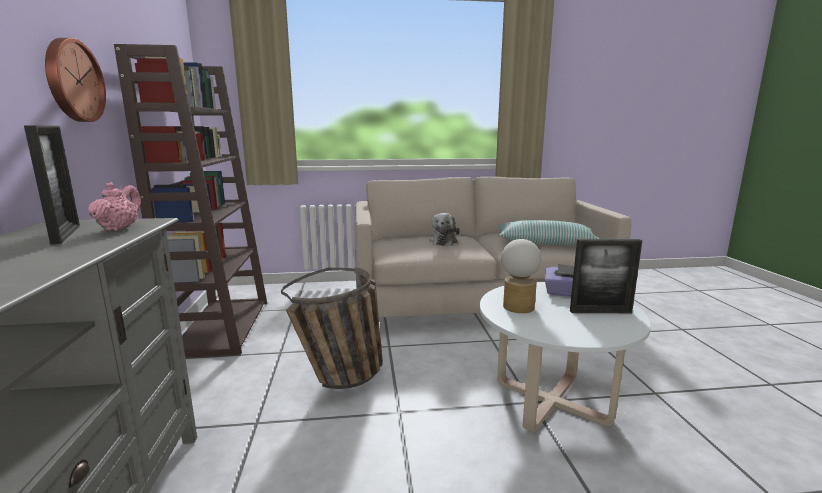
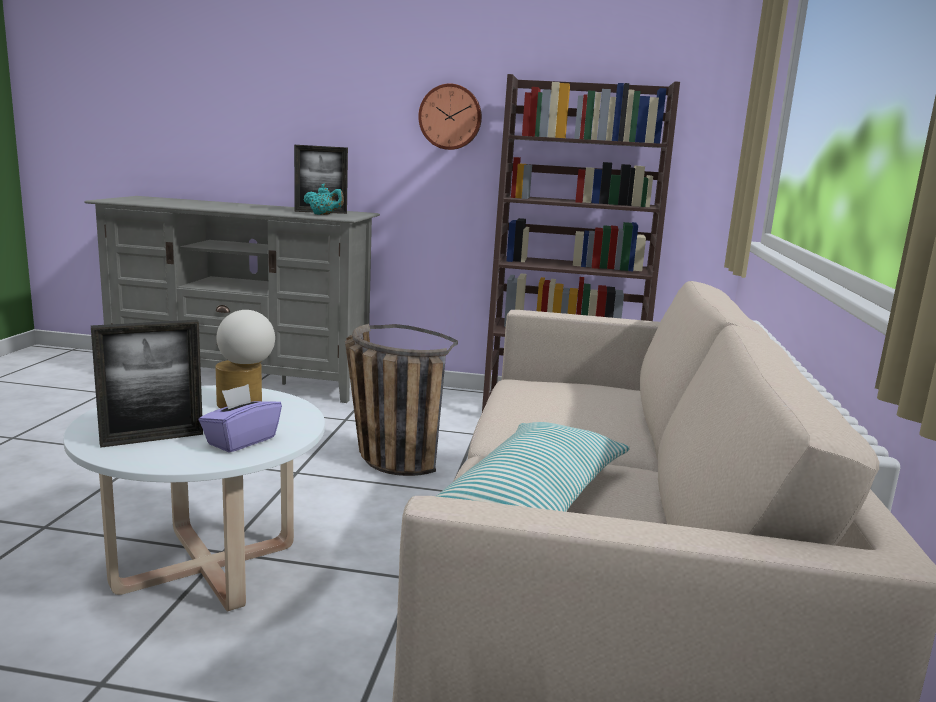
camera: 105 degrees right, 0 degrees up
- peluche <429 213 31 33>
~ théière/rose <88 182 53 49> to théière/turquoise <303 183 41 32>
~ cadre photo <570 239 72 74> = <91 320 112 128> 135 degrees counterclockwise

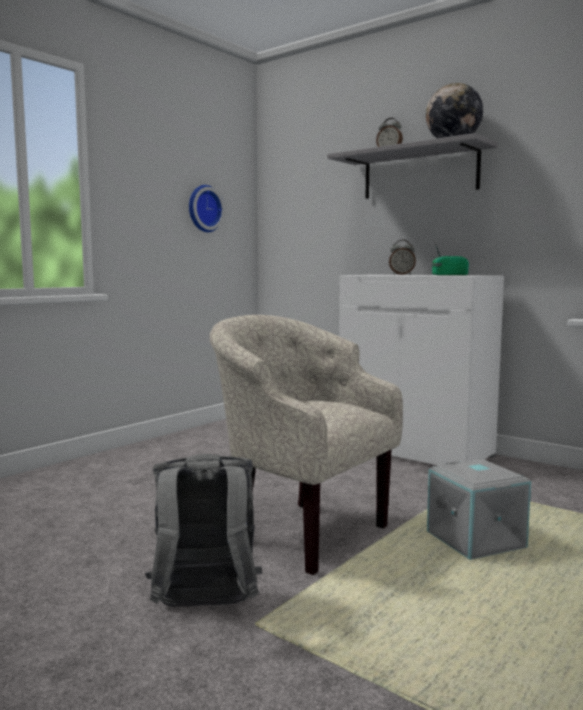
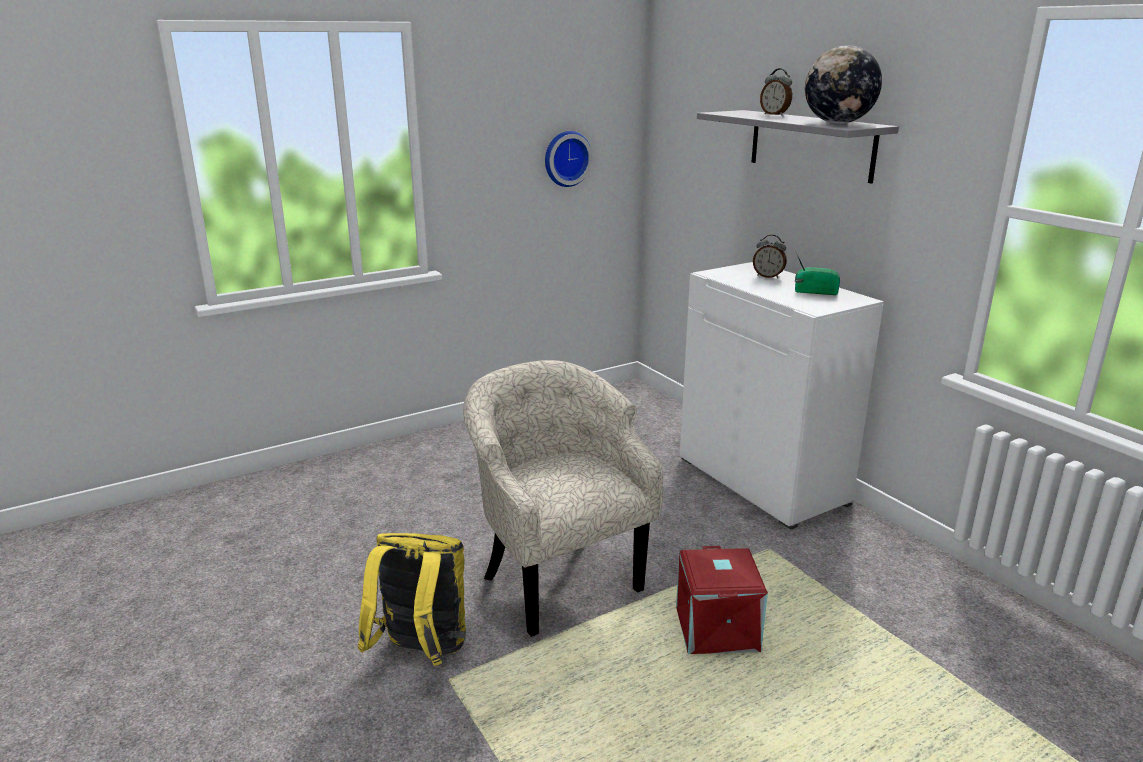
camera: 20 degrees right, 15 degrees up
~ sac à dos/gris <145 454 117 153> to sac à dos/jaune <358 533 108 133>
~ boîte de rangement/gris <427 459 104 101> to boîte de rangement/rouge <676 546 92 108>

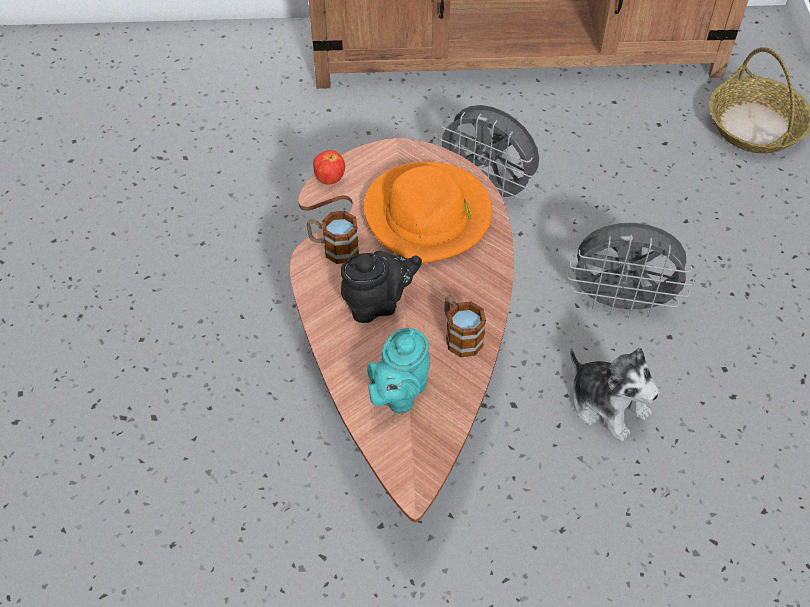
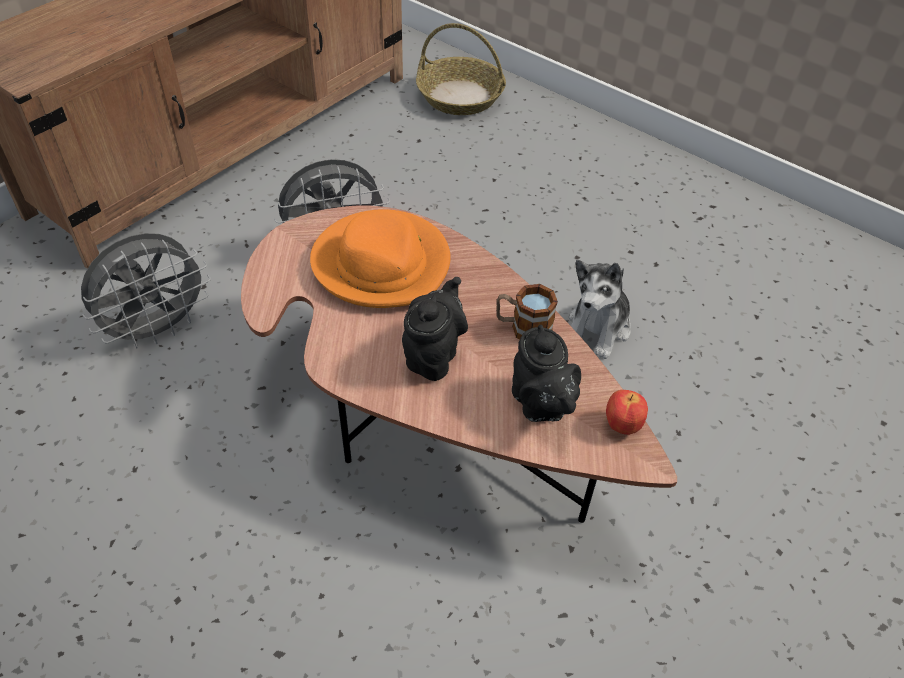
camera: 50 degrees left, 5 degrees down
- mug <307 211 52 53>
~ pomme <313 150 32 34> to <606 390 42 45>
~ ventilateur/gris <567 223 127 95> to <81 233 130 116>
~ théière/turquoise <367 328 63 86> to théière/noir <512 325 69 97>
~ peluche <570 348 90 94> = <569 260 62 99> 120 degrees clockwise

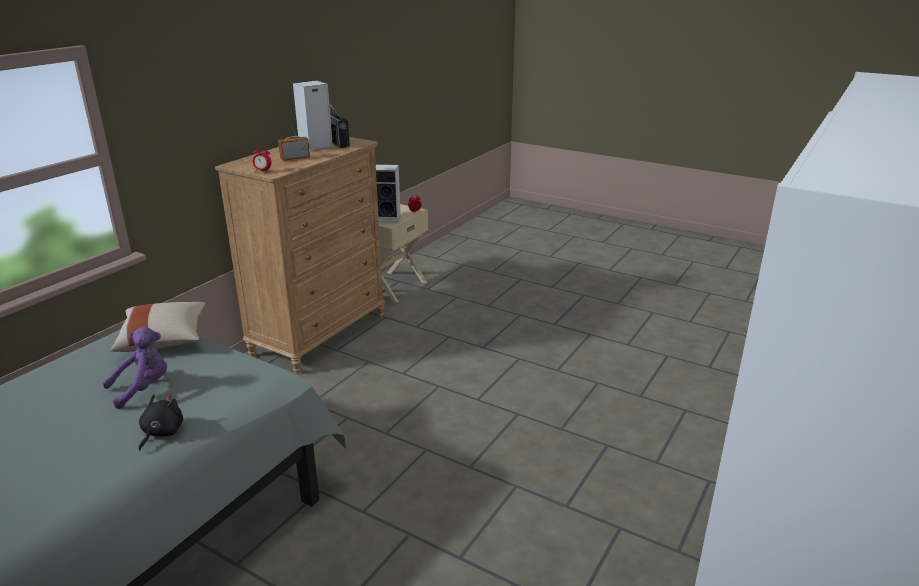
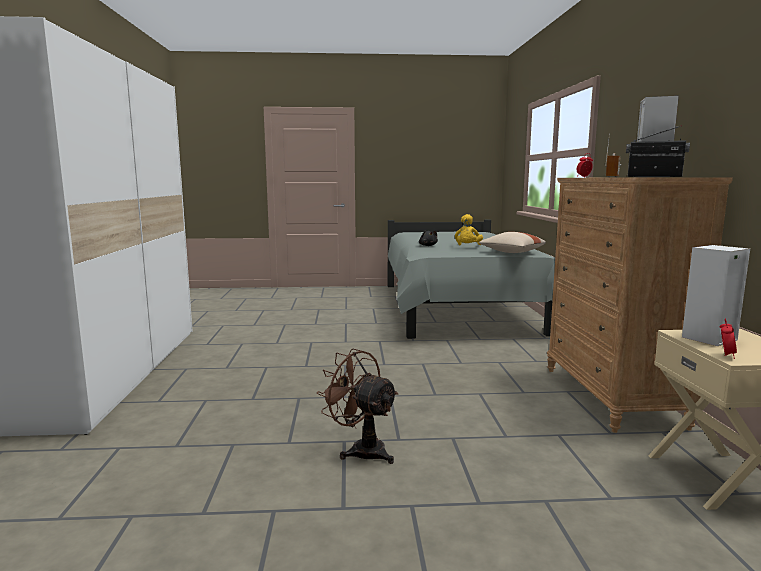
camera: 145 degrees right, 15 degrees down
+ ventilateur/marron <317 348 81 116>
~ peluche/violet <103 327 64 82> to peluche/jaune <455 214 28 31>

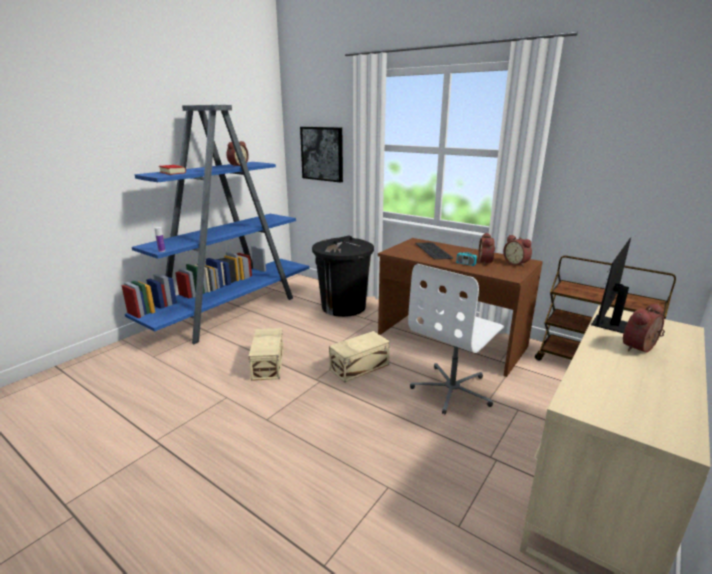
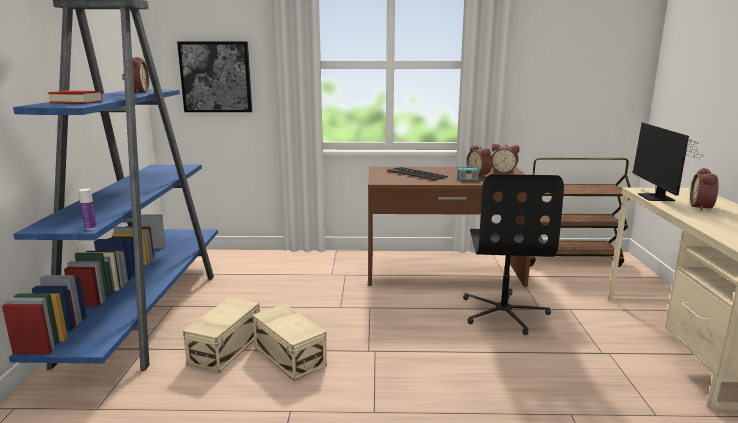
camera: 35 degrees left, 5 degrees down
- poubelle/noir <312 236 62 81>
~ boîte de rangement/beige <329 331 61 52> to <183 298 77 75>
~ chaise de bureau/blanc <408 264 96 150> to chaise de bureau/noir <463 174 101 161>

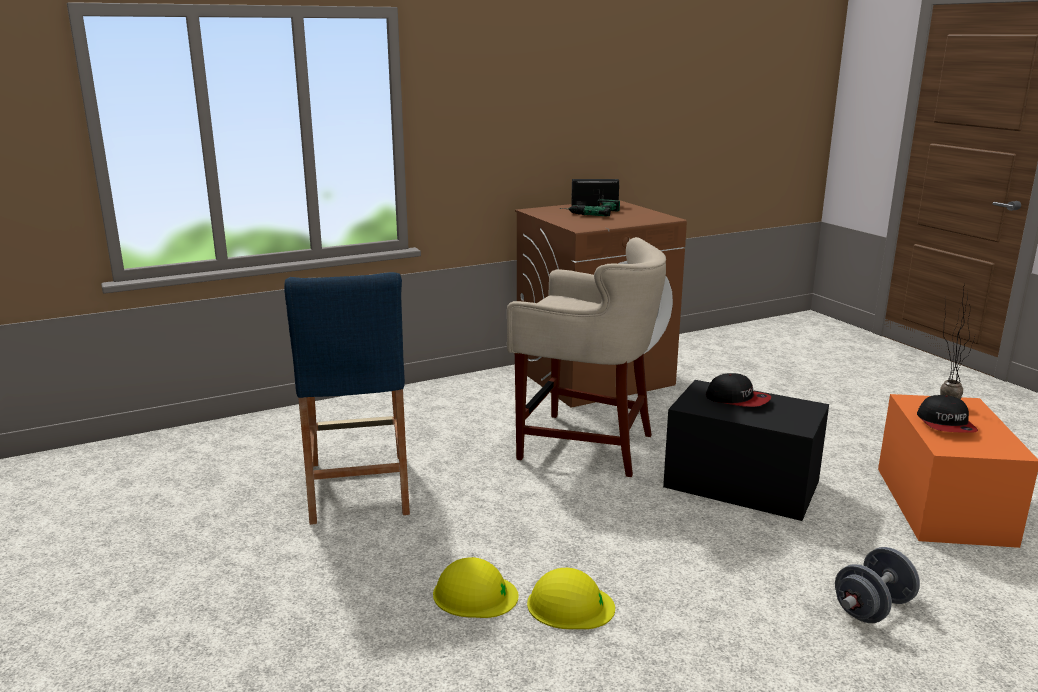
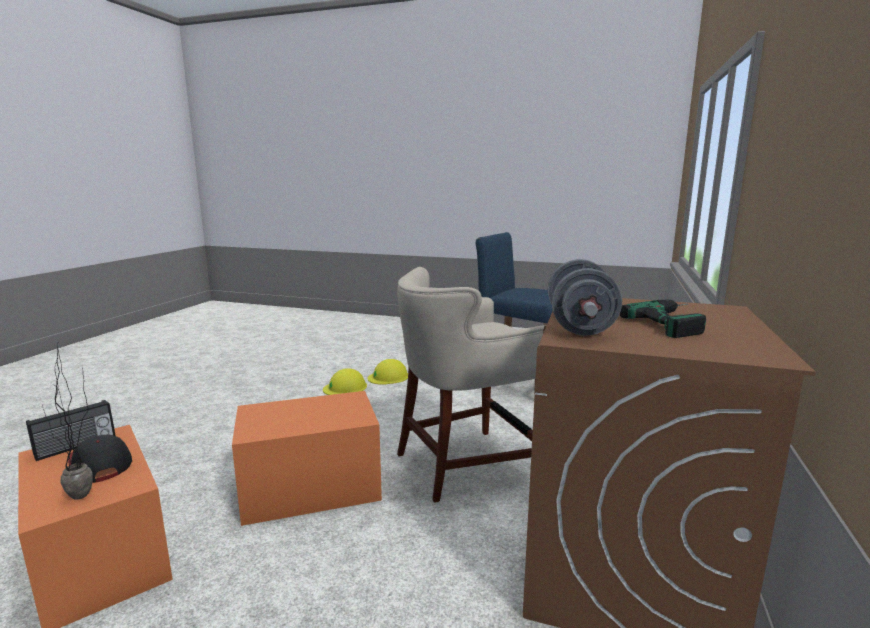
camera: 135 degrees right, 5 degrees down
- casquette <706 373 65 34>
~ radio <571 179 48 27> to <26 400 89 61>
~ haltère/gris <835 547 85 76> to <548 259 74 76>
~ boîte de rangement/noir <663 380 166 141> to boîte de rangement/orange <232 391 150 135>

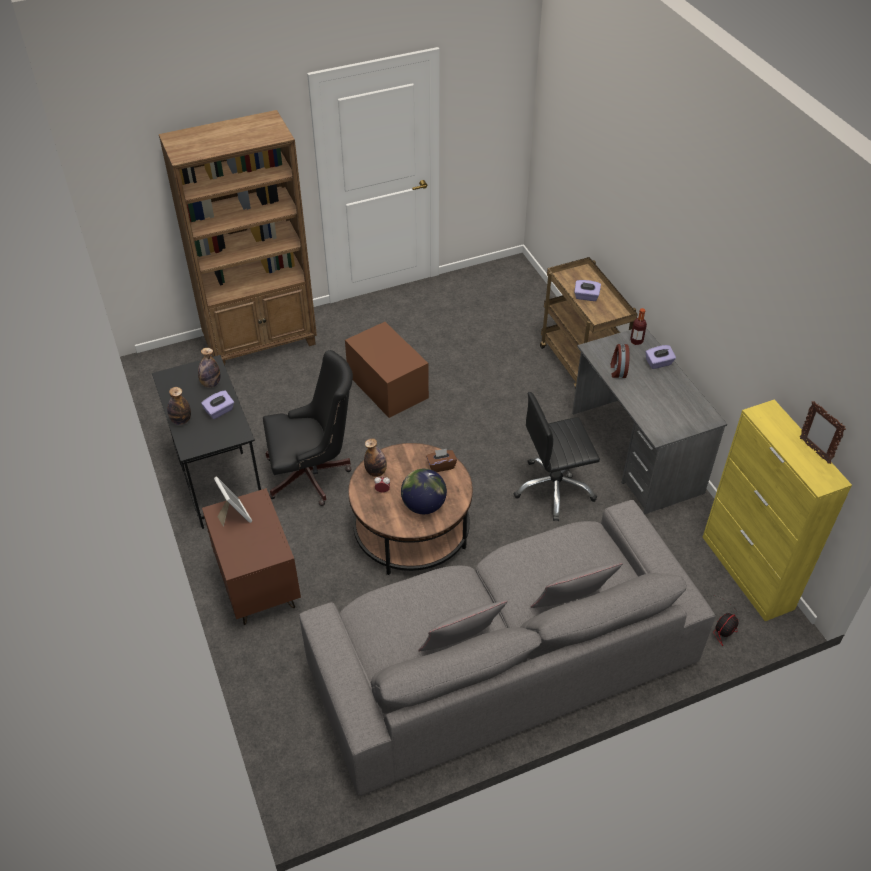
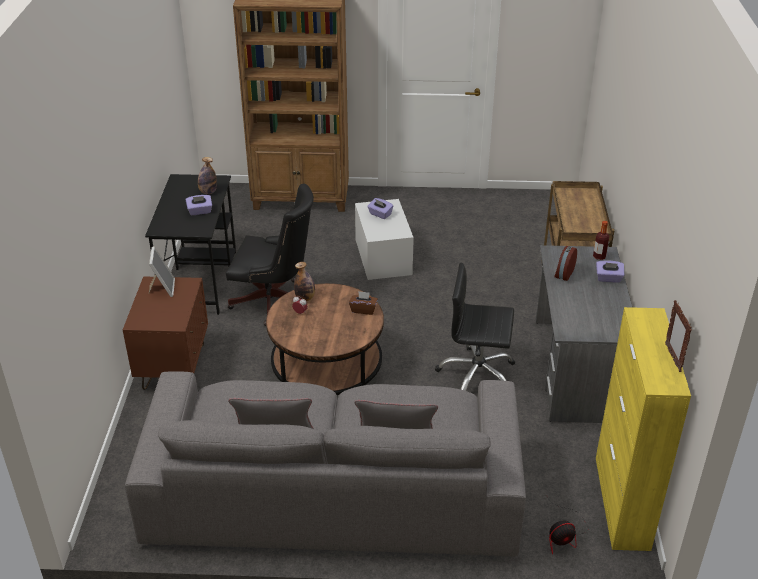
camera: 25 degrees right, 10 degrees down
- bouteille <167 387 24 38>
- globe <401 469 46 45>
~ boîte à mouchoirs/violet <574 280 27 21> to <368 198 25 21>
~ boîte de rangement/marron <345 322 84 96> to boîte de rangement/blanc <355 199 59 81>

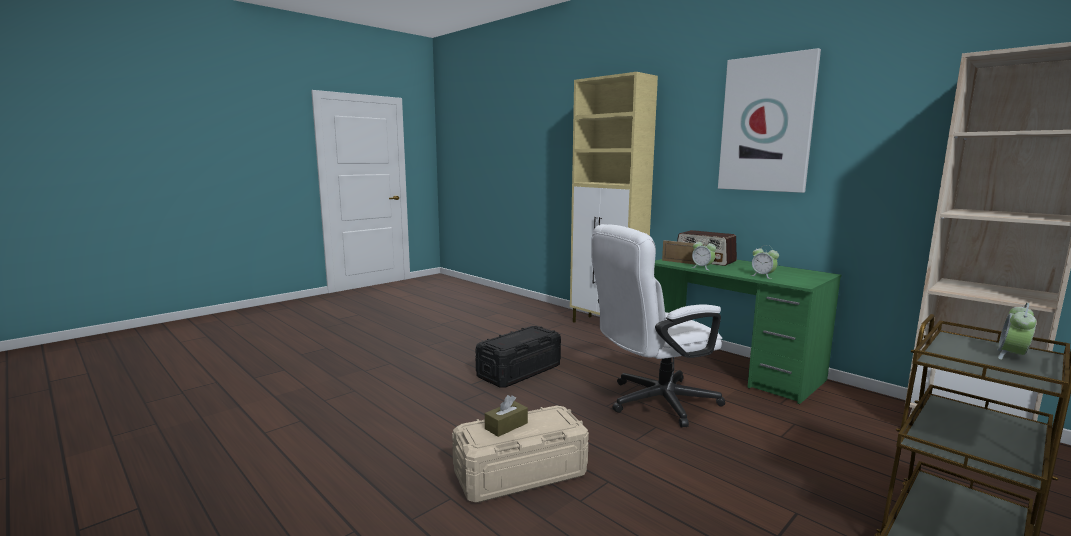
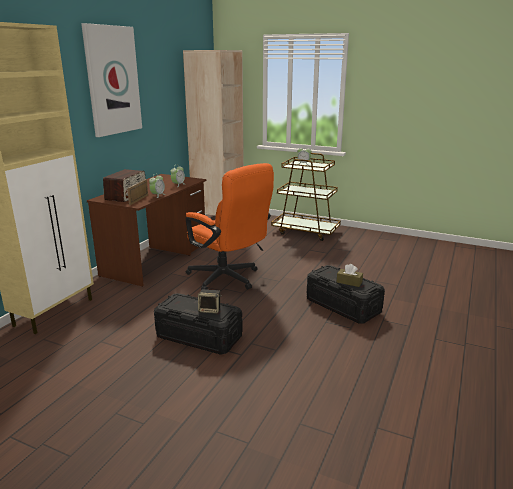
camera: 110 degrees left, 10 degrees up
+ enceinte <198 289 24 25>
~ boîte de rangement/beige <452 406 137 97> to boîte de rangement/noir <307 265 78 59>
~ chaise de bureau/blanc <592 224 133 204> to chaise de bureau/orange <186 163 88 127>
~ bureau/vert <654 259 187 145> to bureau/marron <87 174 119 113>

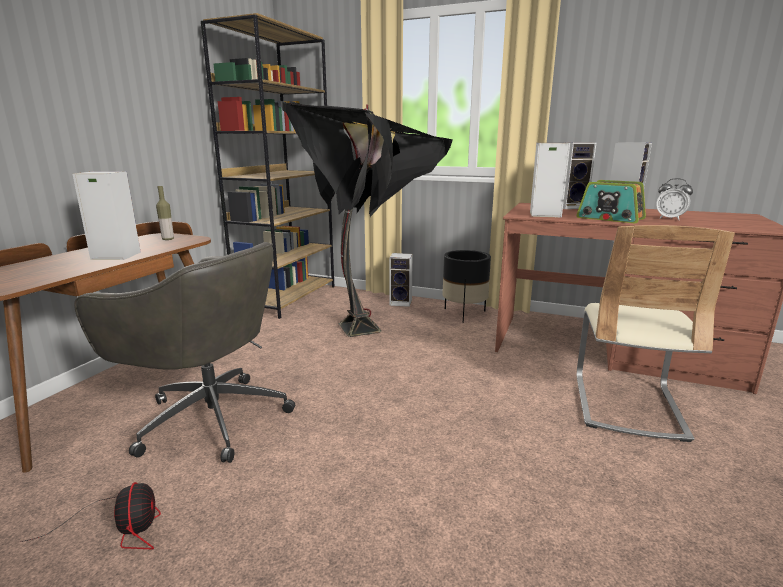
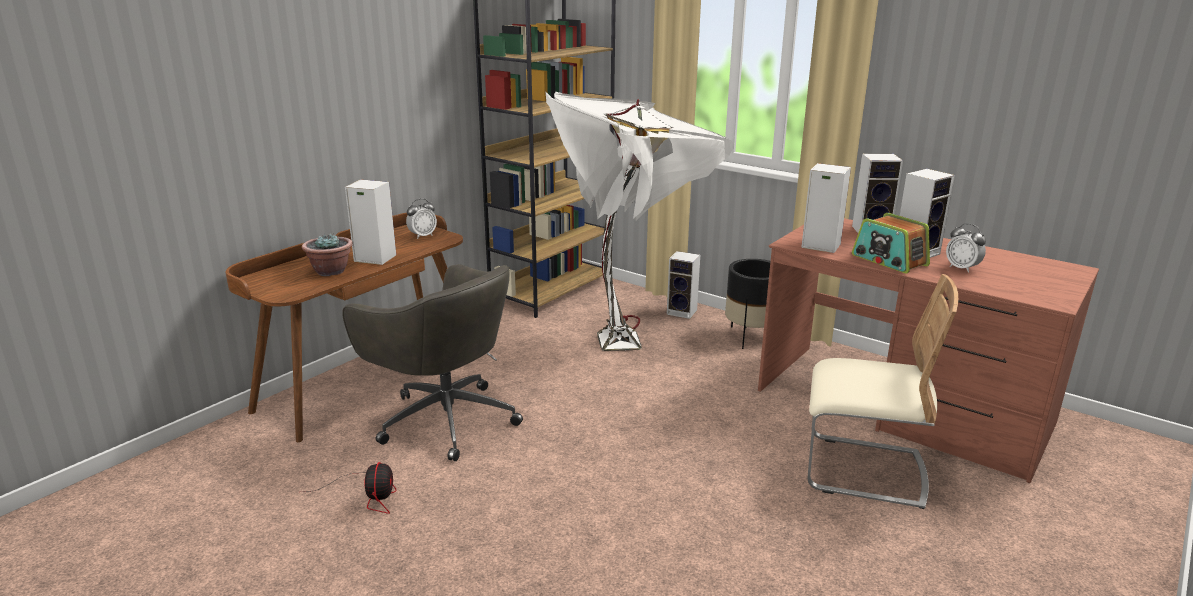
camera: 15 degrees right, 5 degrees up
+ plante en pot <302 233 51 43>
~ bouteille <156 186 18 54> to réveil <406 198 31 41>
~ lampadaire/noir <281 101 172 236> to lampadaire/blanc <545 91 189 260>
~ chaise/beige <577 225 158 217> = <807 274 151 235> 105 degrees counterclockwise

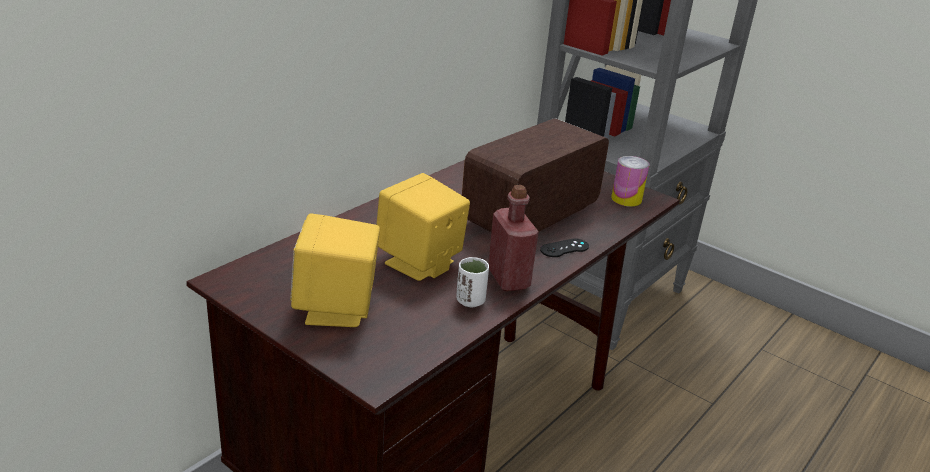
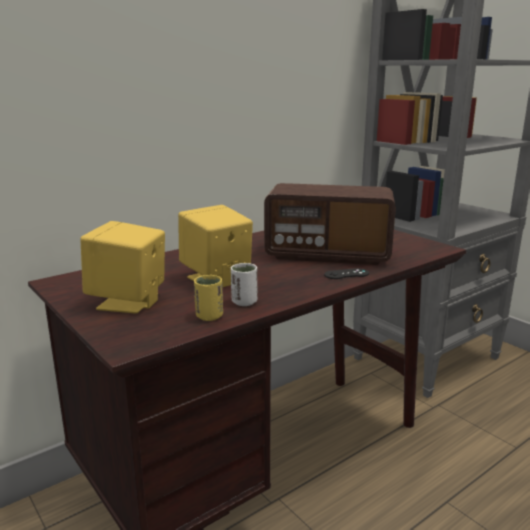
camera: 15 degrees right, 10 degrees down
- bouteille/rouge <488 185 51 106>
- boîte métallique <611 156 38 51>
+ tasse/jaune <194 275 29 46>
~ radio <462 119 147 113> = <264 183 132 82> 135 degrees counterclockwise

